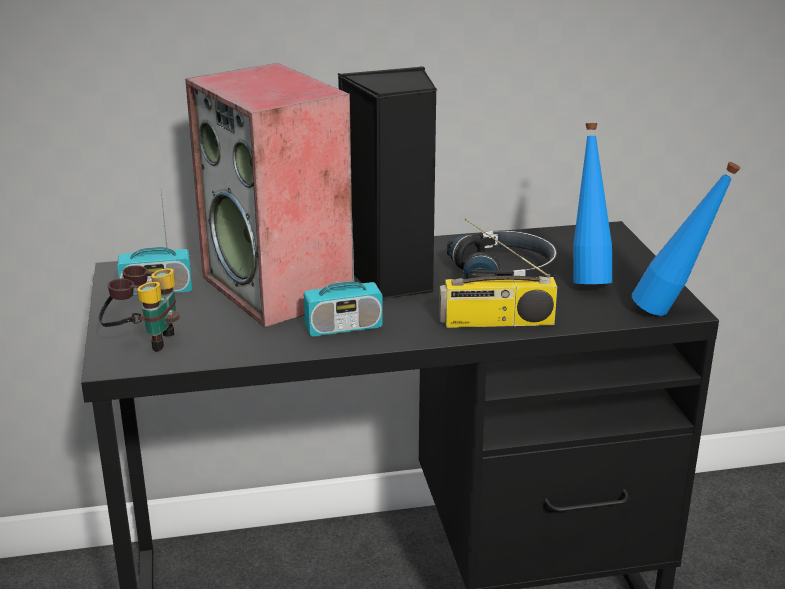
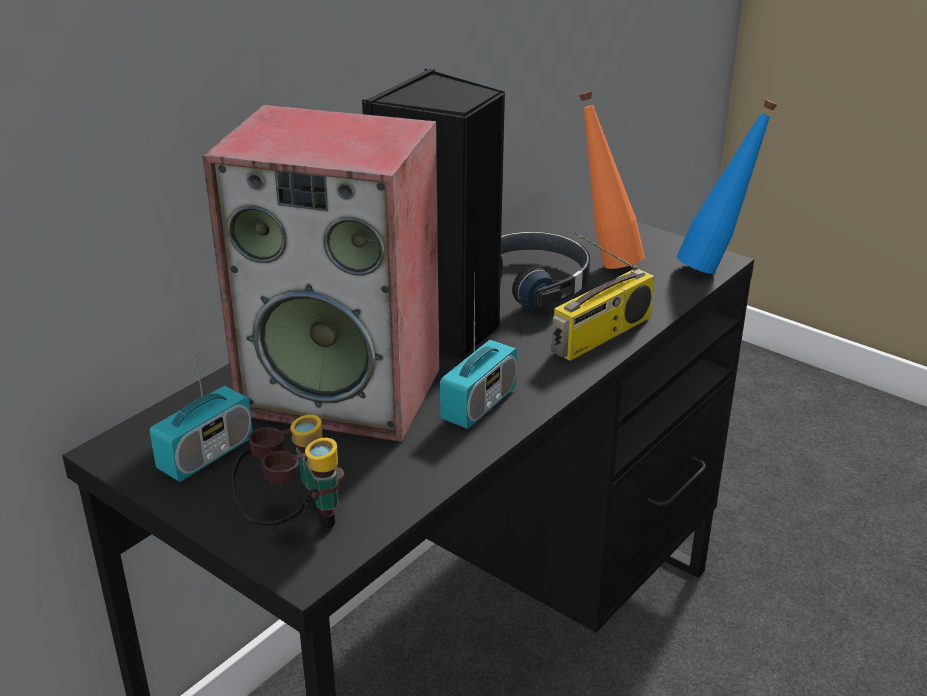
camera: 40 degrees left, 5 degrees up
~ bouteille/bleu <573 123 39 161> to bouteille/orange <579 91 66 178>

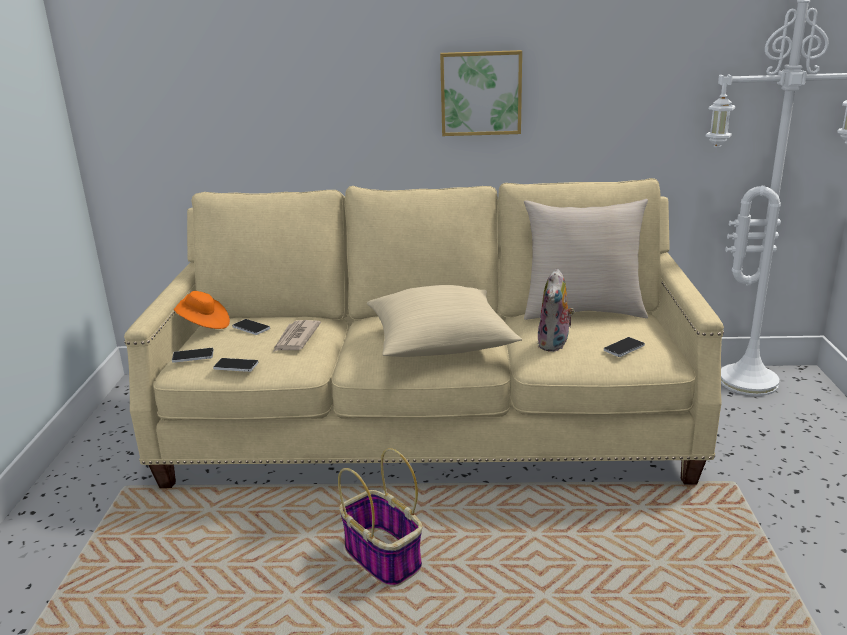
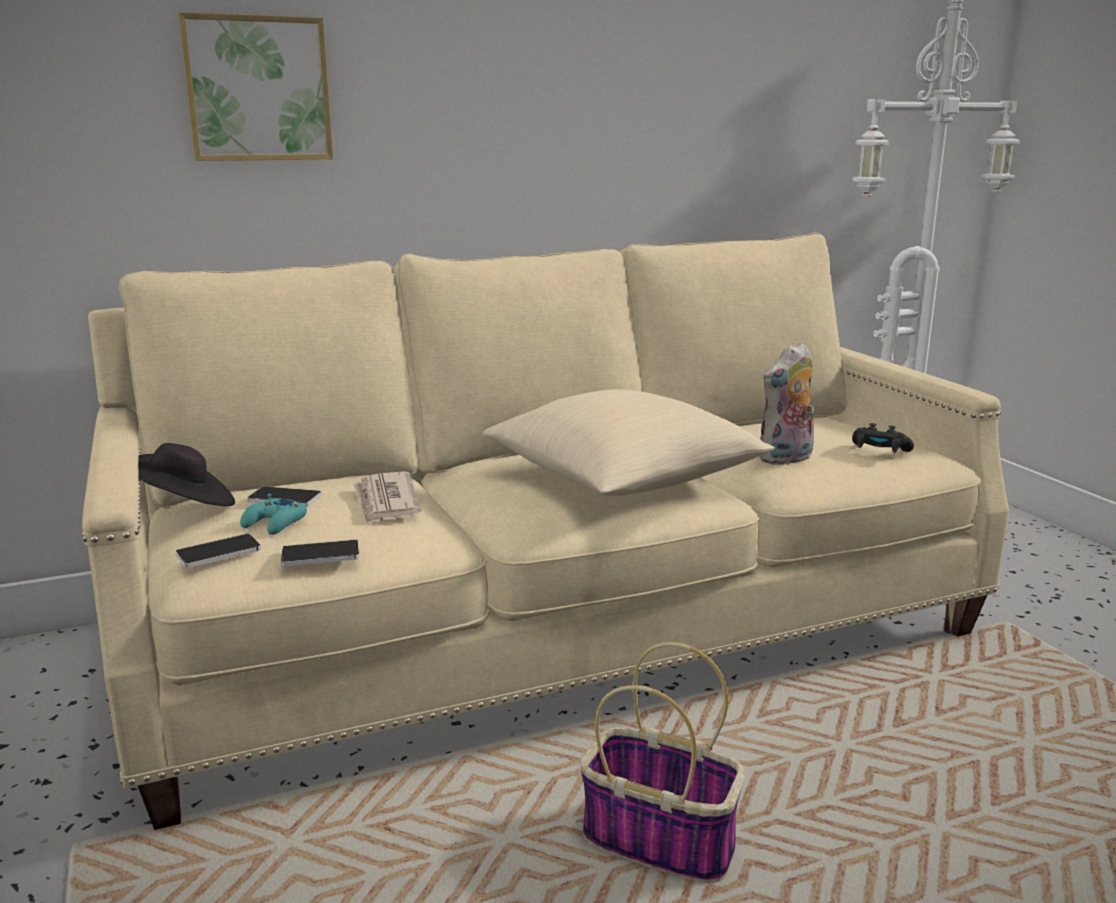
camera: 25 degrees left, 5 degrees down
- coussin/beige <524 199 124 121>
+ manette/turquoise <240 494 67 41>
~ tableau <440 50 82 86> to <178 12 155 149>
~ téléphone <604 337 41 20> to manette/noir <852 423 62 30>
~ chapeau/orange <174 291 56 38> to chapeau/noir <139 443 96 63>
~ peluche <538 268 37 84> = <759 343 56 122> 60 degrees clockwise

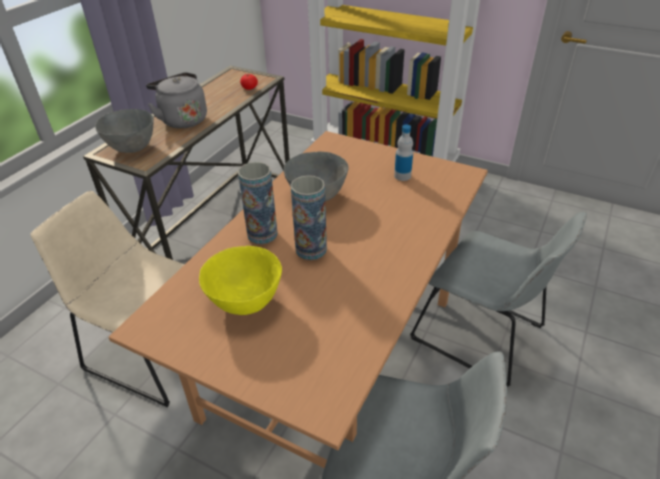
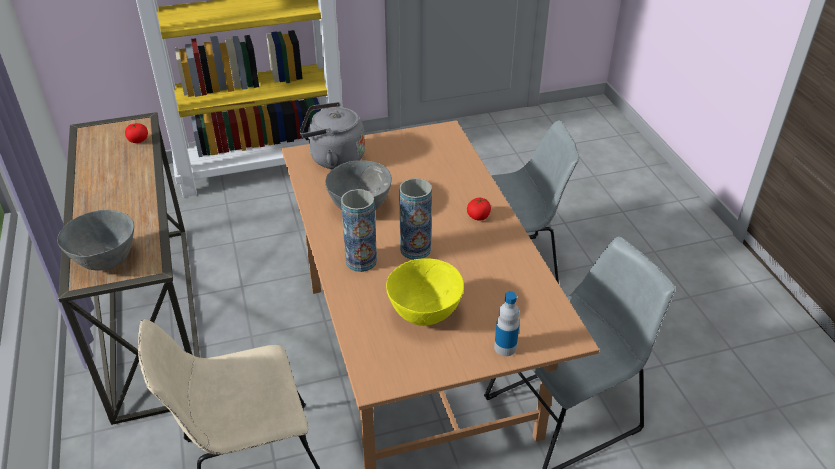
camera: 45 degrees left, 0 degrees up
+ tomate <467 198 24 23>
~ bouilloire/gris <146 72 61 56> to <299 102 66 67>
~ bouteille <394 125 19 56> to <494 291 26 65>

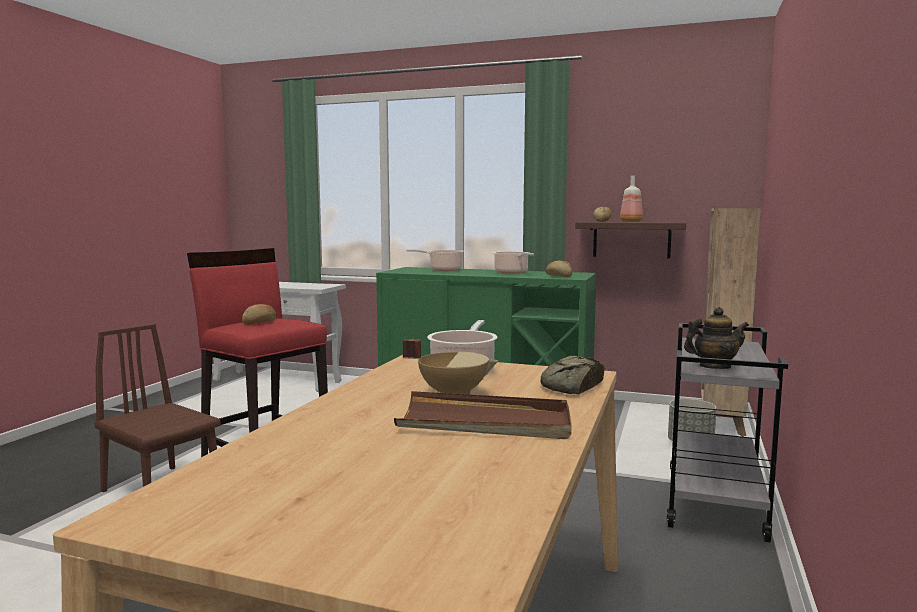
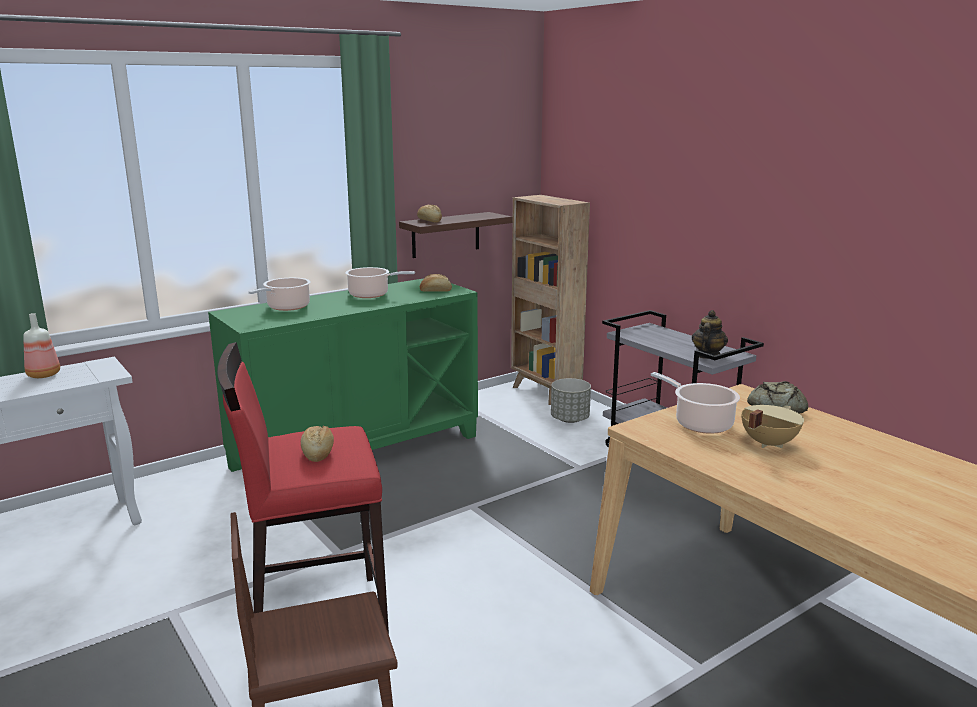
camera: 55 degrees left, 10 degrees up
- plateau/marron <394 391 178 48>
~ bouteille <620 176 23 46> to <23 313 37 65>

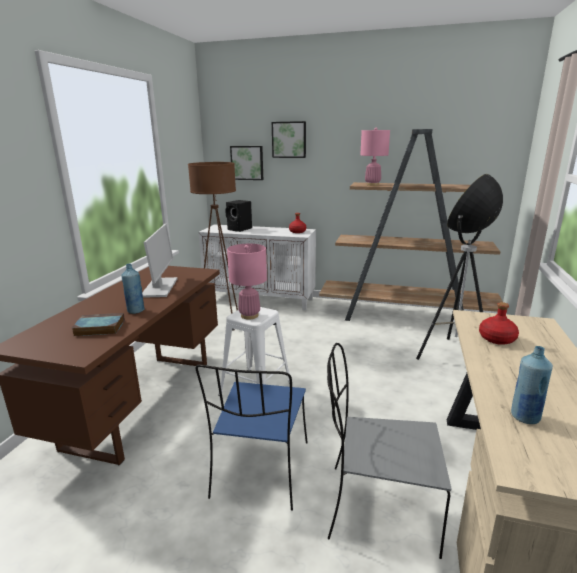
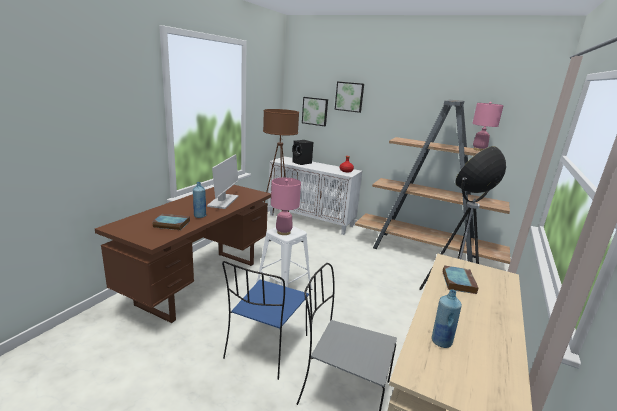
camera: 10 degrees right, 0 degrees up
~ lampe de table/rose <360 128 30 58> to <472 102 32 49>
~ bouteille/rouge <479 302 40 43> to livre <443 265 35 29>

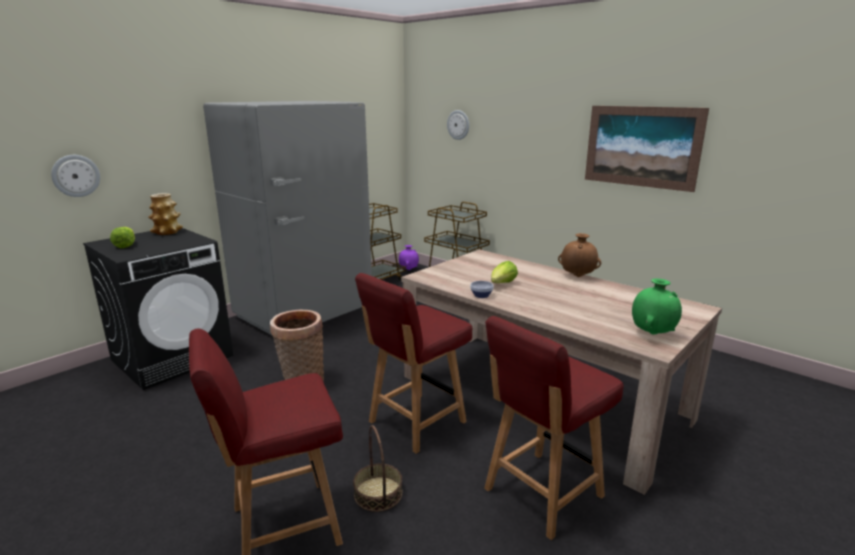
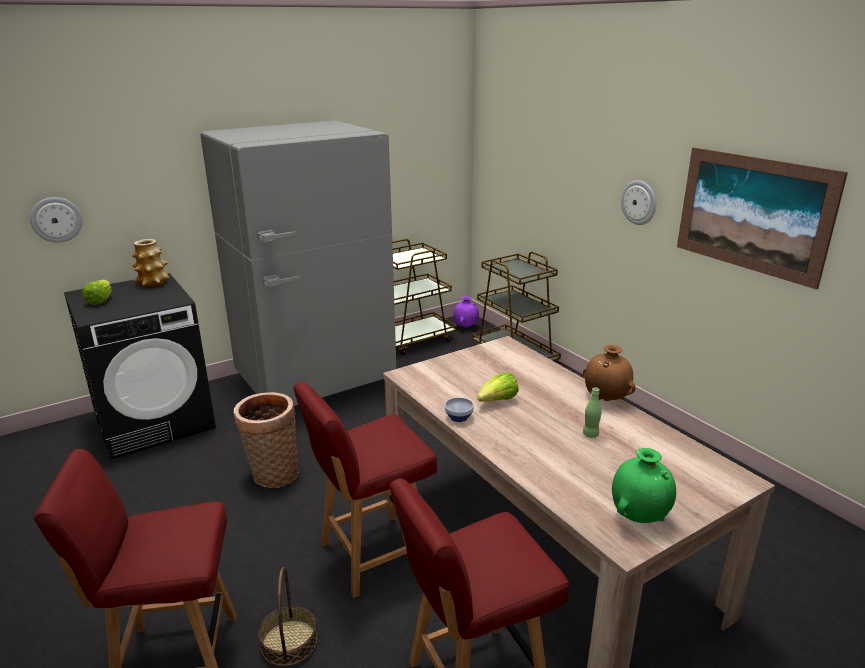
camera: 15 degrees right, 5 degrees up
+ bouteille/vert <583 387 19 51>
~ horloge murale <447 110 22 30> to <621 180 35 45>

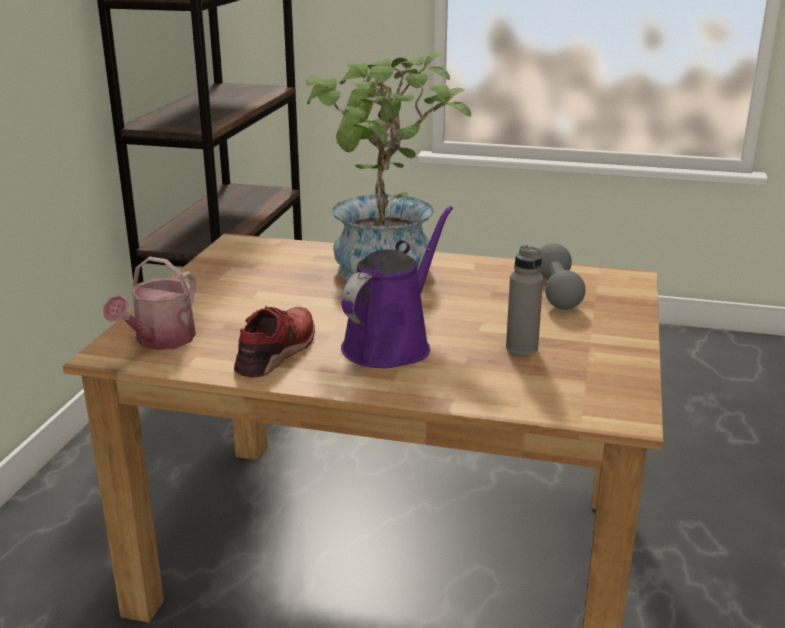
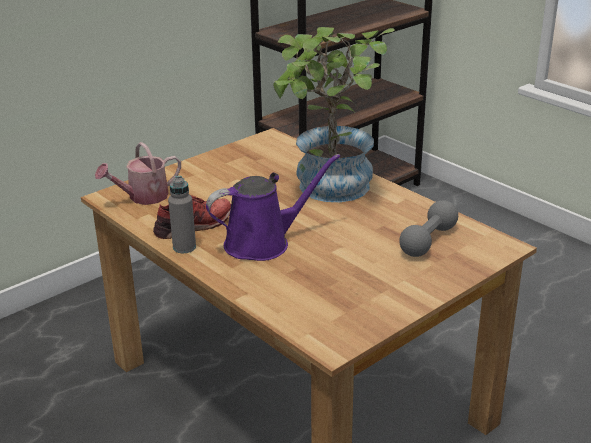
camera: 35 degrees right, 5 degrees up
~ bouteille/gris <506 245 37 110> to <168 176 28 77>

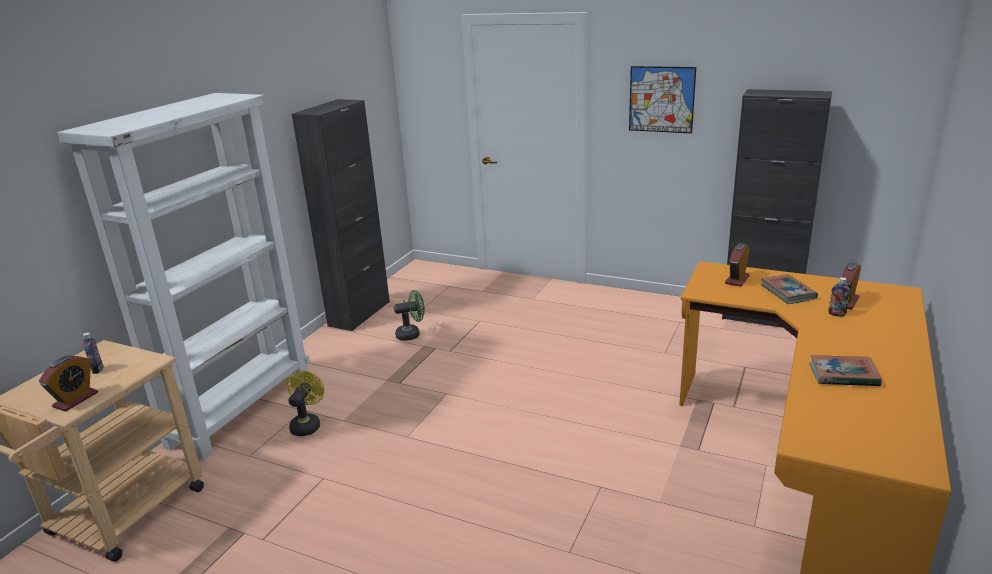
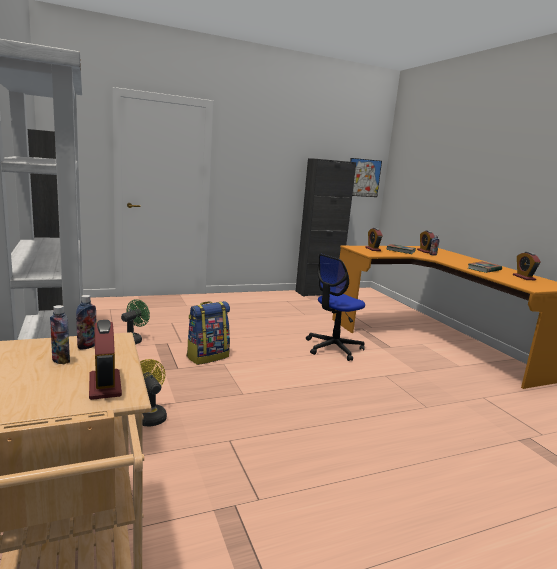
camera: 50 degrees left, 10 degrees down
+ bouteille <76 295 20 55>
+ sac à dos <187 301 43 64>
+ chaise de bureau <306 254 59 107>
+ réveil <513 252 28 28>
~ tableau <629 66 67 67> to <350 158 32 39>

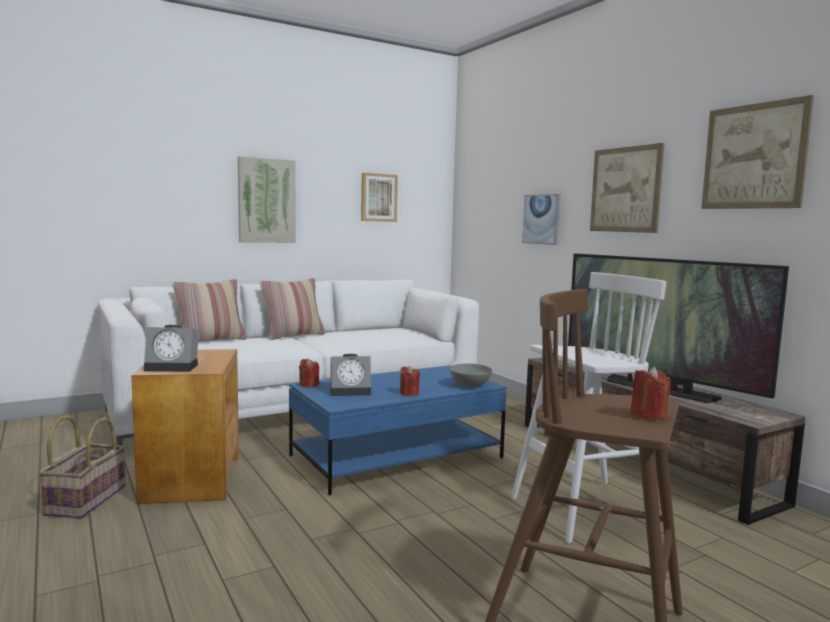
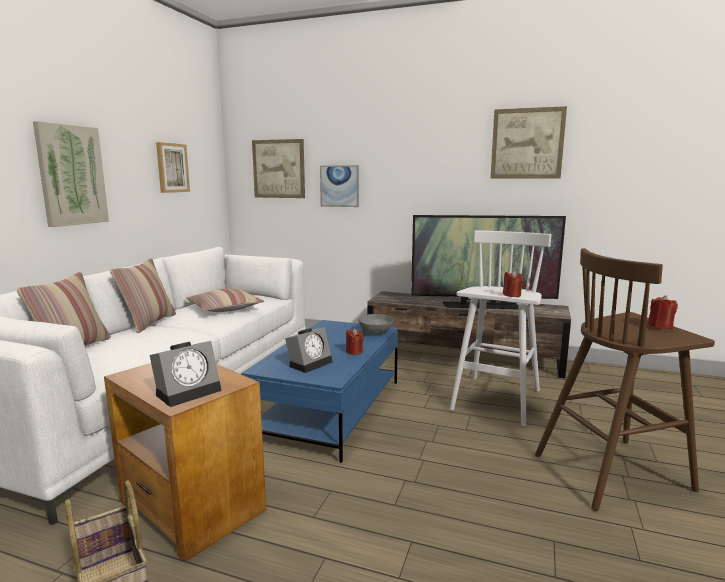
camera: 40 degrees left, 5 degrees up
+ coussin <186 289 78 23>
~ bougie/rouge <299 358 20 29> to <503 270 20 27>
~ tableau <590 143 75 90> to <252 139 53 59>

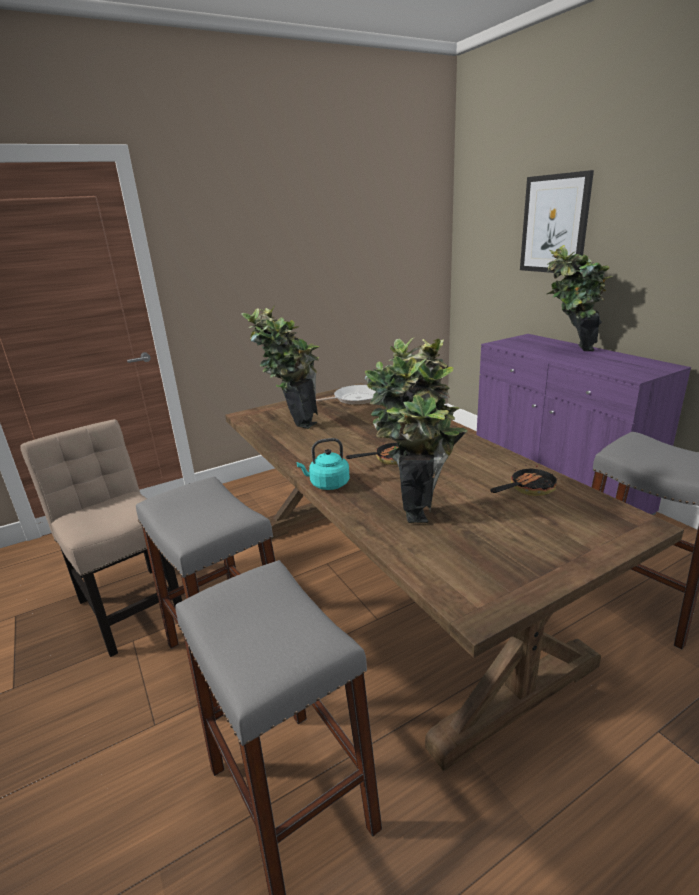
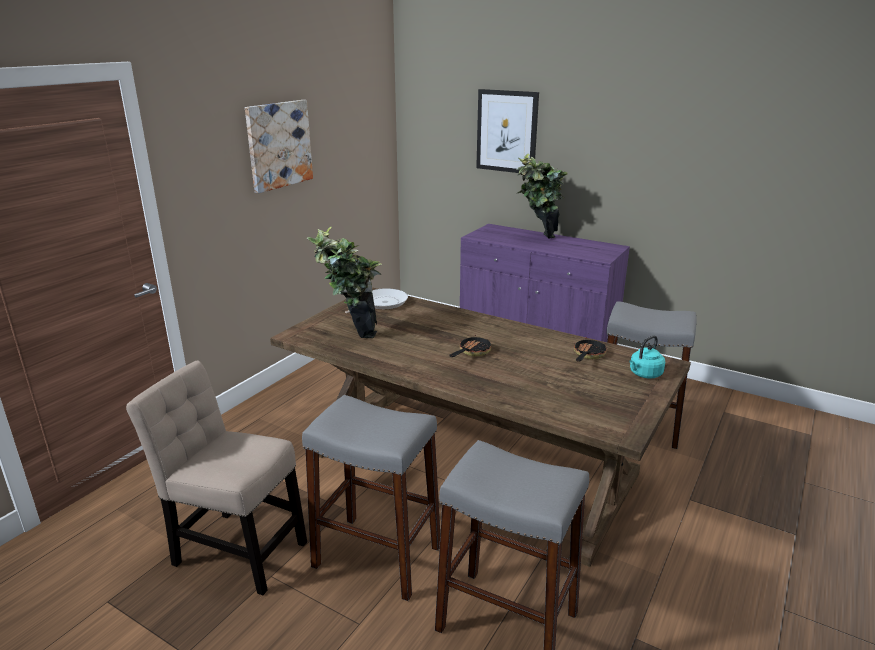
camera: 30 degrees left, 0 degrees up
- plante en pot <364 338 104 185>
+ tableau <245 100 68 93>
~ bouilloire/turquoise <297 438 53 52> to <629 335 36 44>

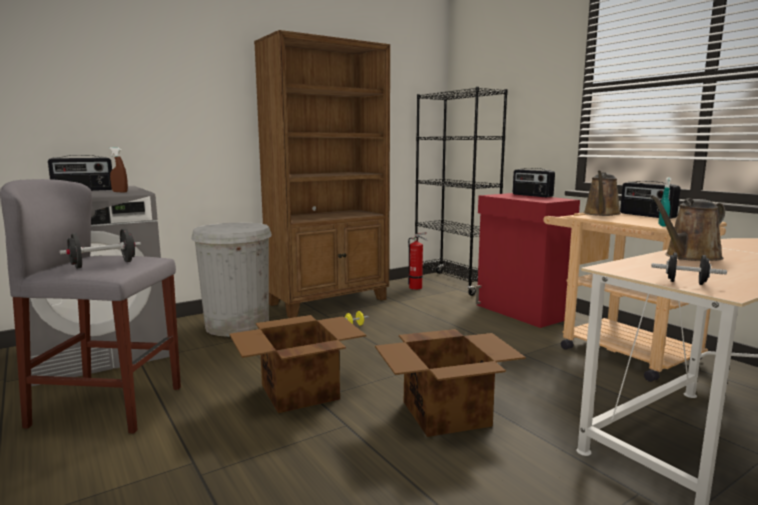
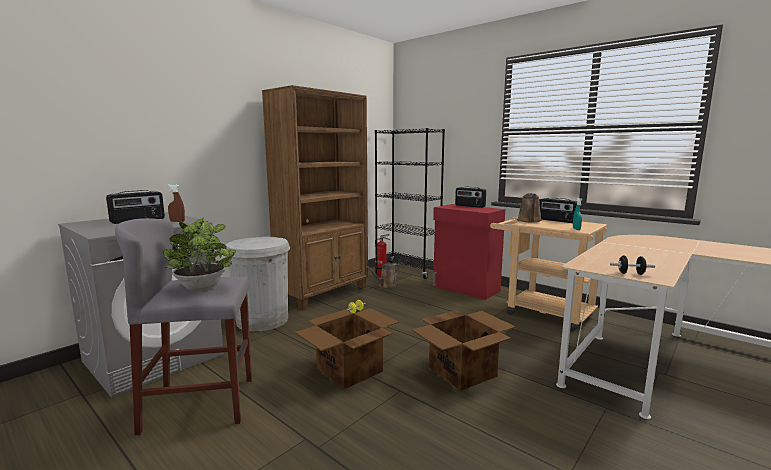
camera: 15 degrees left, 0 degrees up
~ arrosoir/marron <650 195 75 66> to <366 263 34 25>
~ haltère/noir <59 229 82 39> to plante en pot <163 217 73 74>

